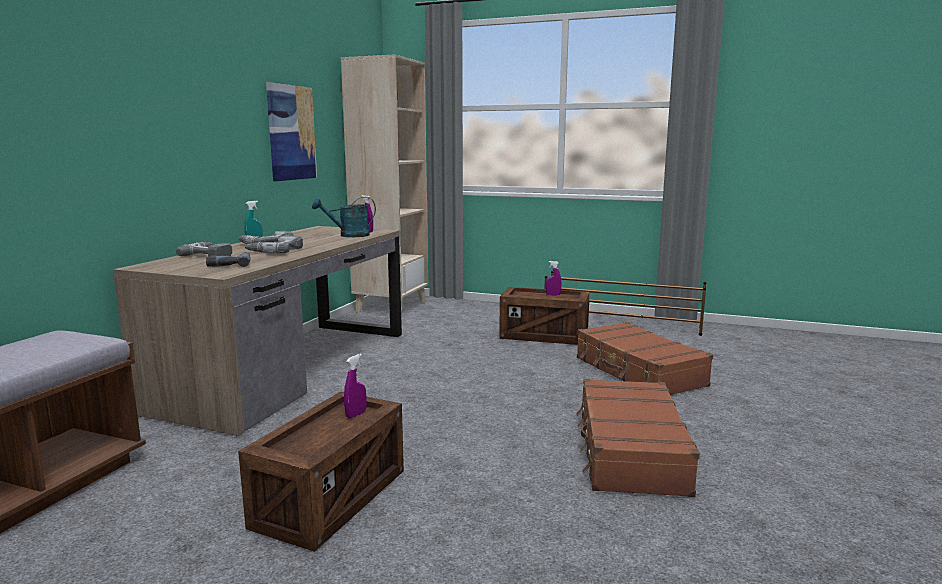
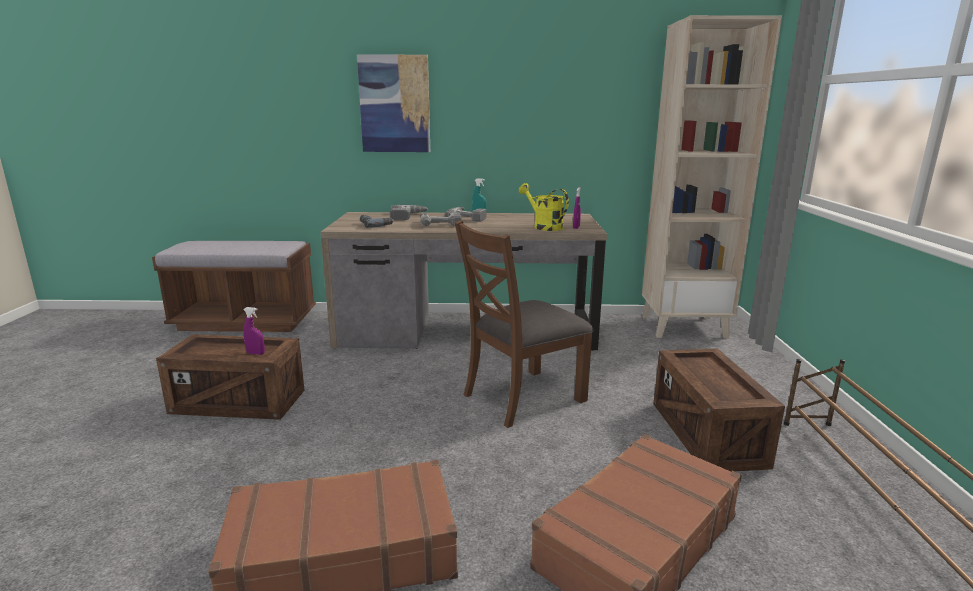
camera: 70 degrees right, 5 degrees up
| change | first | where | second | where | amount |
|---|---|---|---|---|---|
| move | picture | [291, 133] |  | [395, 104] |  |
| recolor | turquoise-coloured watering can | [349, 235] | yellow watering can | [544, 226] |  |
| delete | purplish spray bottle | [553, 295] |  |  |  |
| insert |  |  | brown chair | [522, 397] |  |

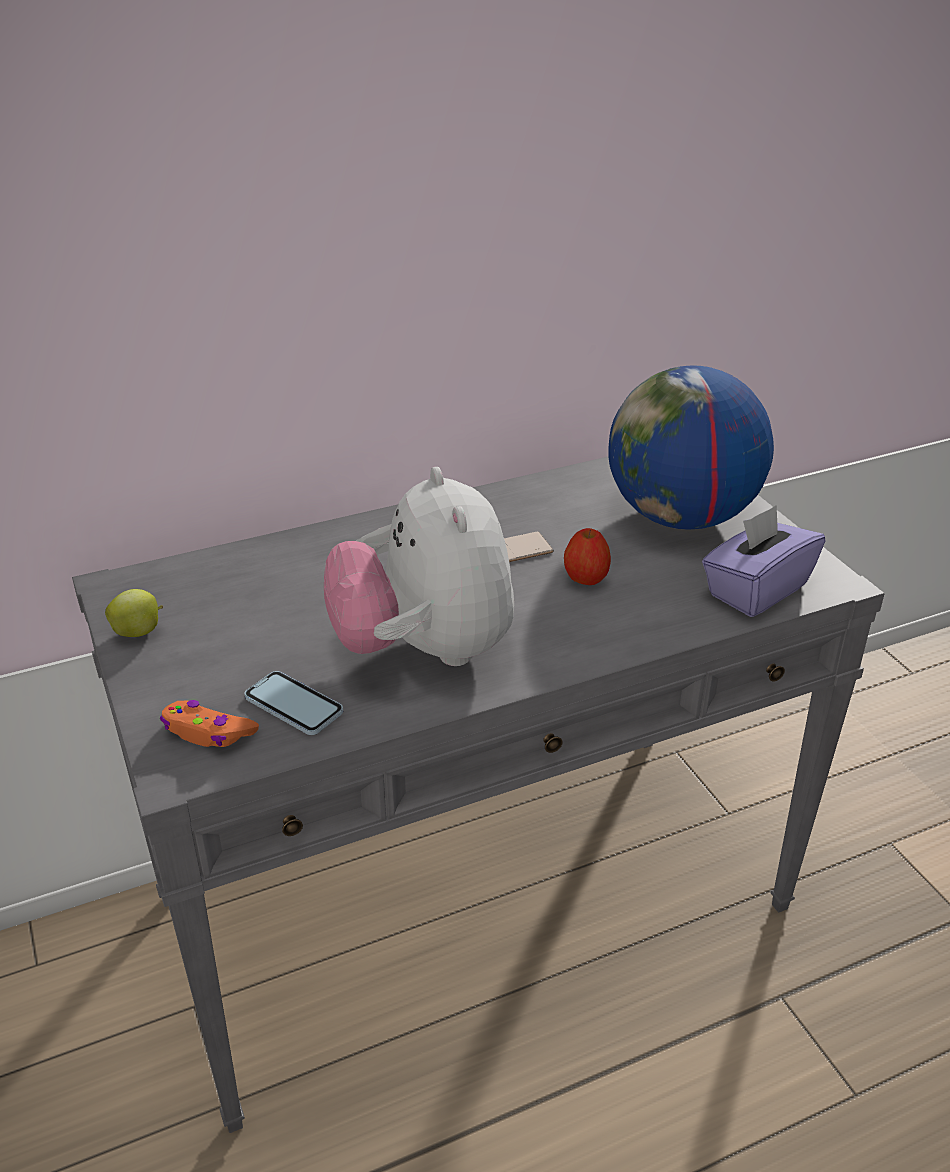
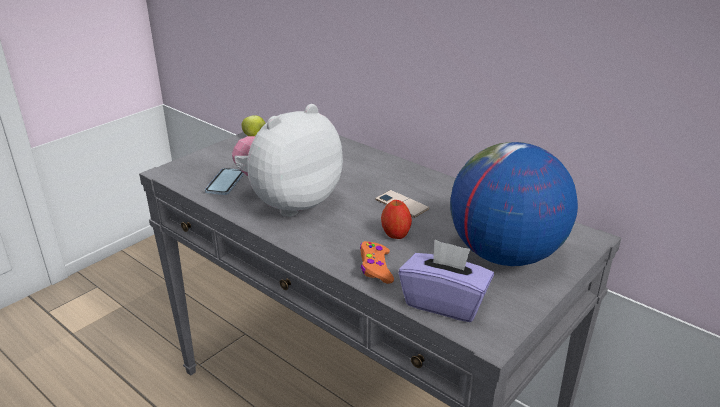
camera: 65 degrees right, 5 degrees down
| change | first | where | second | where | amount |
|---|---|---|---|---|---|
| move | orangey game controller | [208, 732] |  | [376, 267] |  |

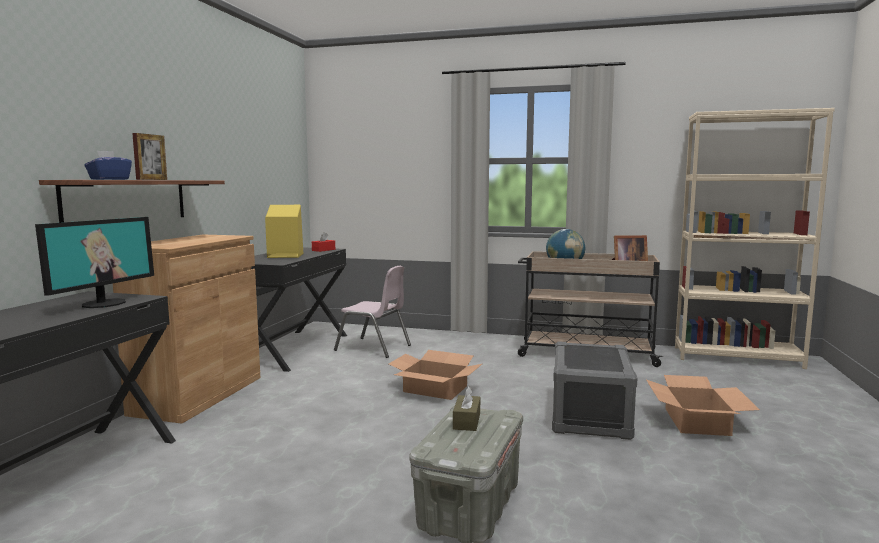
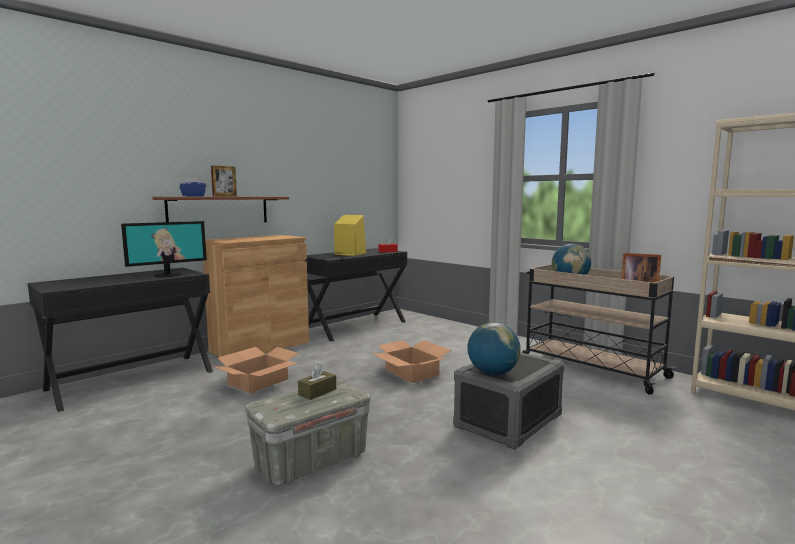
camera: 30 degrees right, 0 degrees up
| change | first | where | second | where | amount |
|---|---|---|---|---|---|
| delete | pink chair | [373, 348] |  |  |  |
| move | cardboard box | [697, 421] |  | [258, 382] |  |
| insert |  |  | globe | [492, 373] |  |

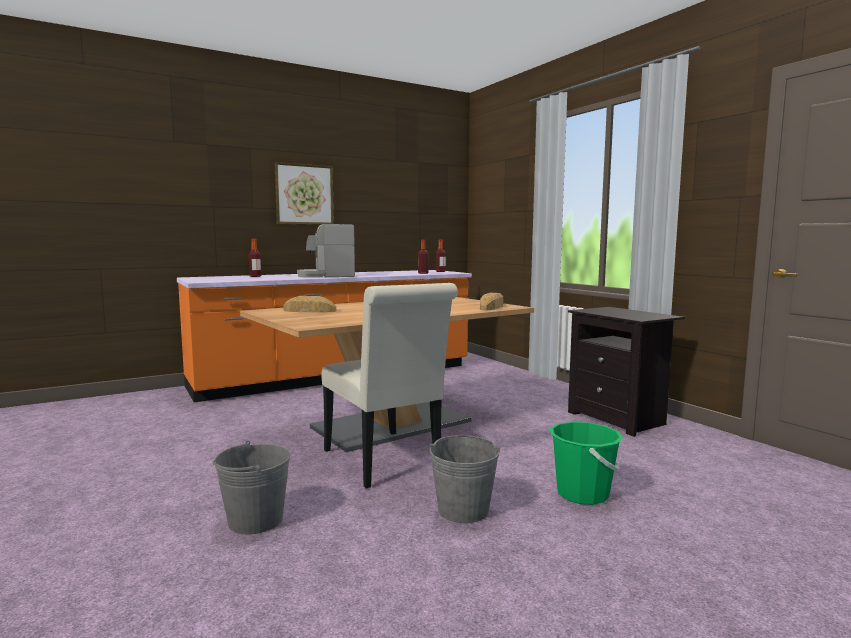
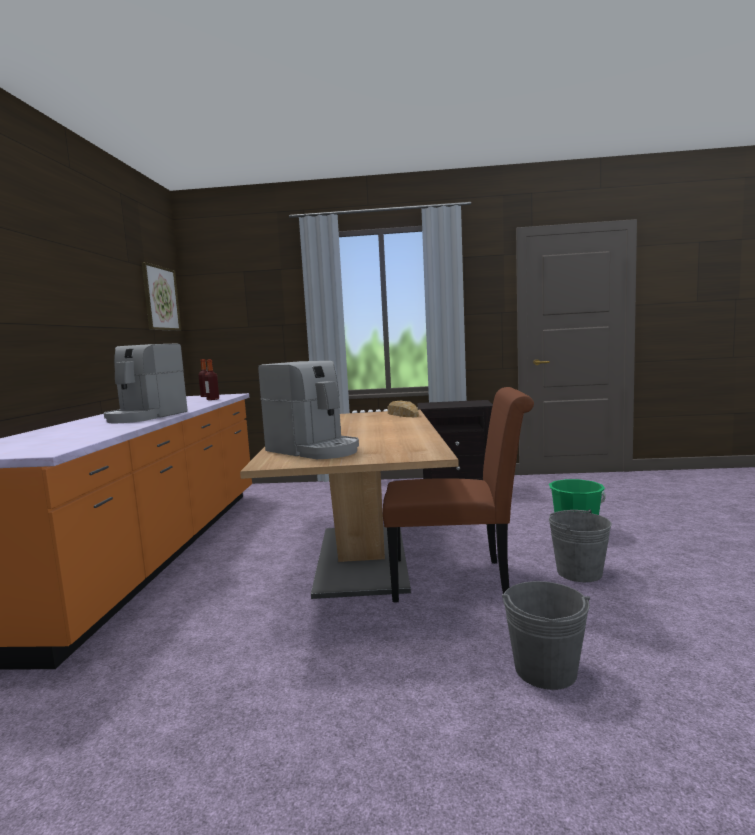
camera: 55 degrees left, 0 degrees up
| change | first | where | second | where | amount |
|---|---|---|---|---|---|
| delete | bottle | [255, 276] |  |  |  |
| move | picture | [304, 194] |  | [160, 298] |  |
| replace | baked bread | [309, 311] | coffee maker | [314, 450] |  |
| recolor | white chair | [385, 463] | brown chair | [458, 581] |  |

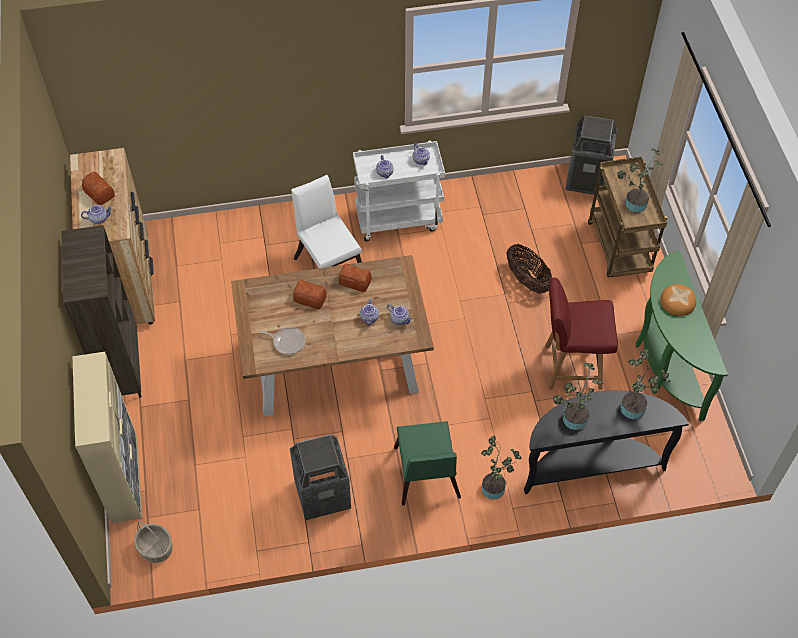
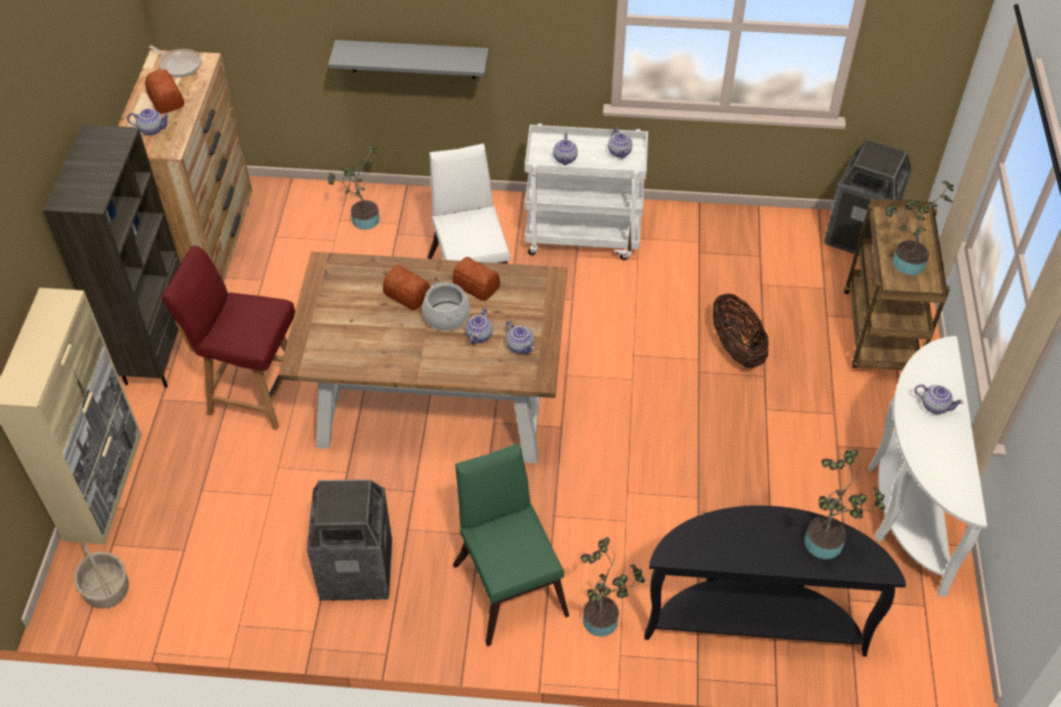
camera: 15 degrees right, 5 degrees down
| change | first | where | second | where | amount |
|---|---|---|---|---|---|
| move | skillet | [287, 342] |  | [179, 65] |  |
| rotate | greenish chair | [426, 478] |  | [509, 582] | 150 degrees clockwise |
| move | red-coloured chair | [571, 367] |  | [253, 393] |  |
| move | plant in a pot | [572, 420] |  | [362, 220] |  |
| recolor | greenish hall table | [664, 364] | white hall table | [905, 504] |  |
| replace | baked bread | [677, 301] | tea pot | [935, 405] |  |
| insert |  |  | greyish shelf | [412, 59] |  |
| insert |  |  | saucepot | [447, 316] |  |

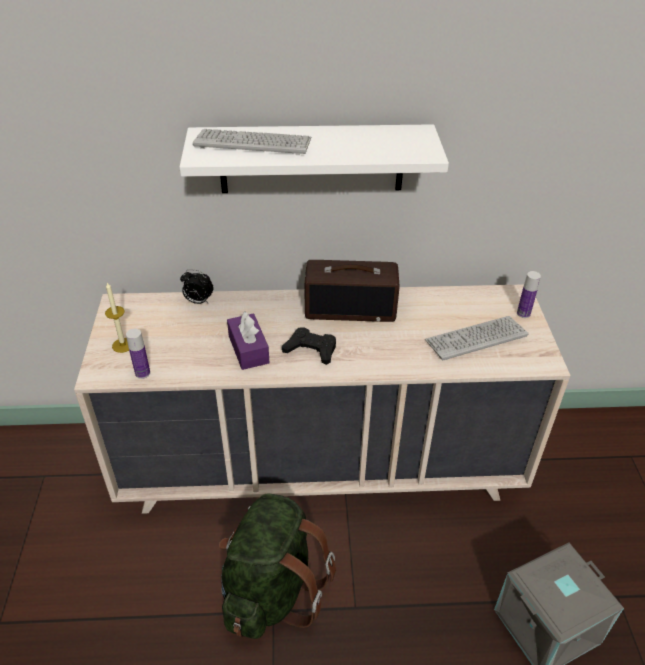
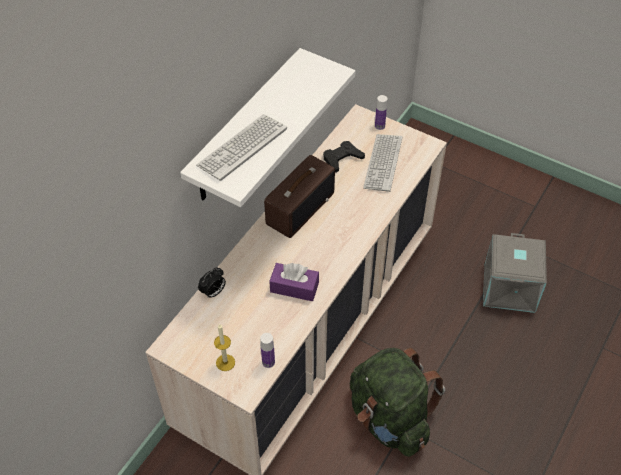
camera: 55 degrees left, 10 degrees up
| change | first | where | second | where | amount |
|---|---|---|---|---|---|
| move | black game controller | [311, 349] |  | [342, 159] |  |

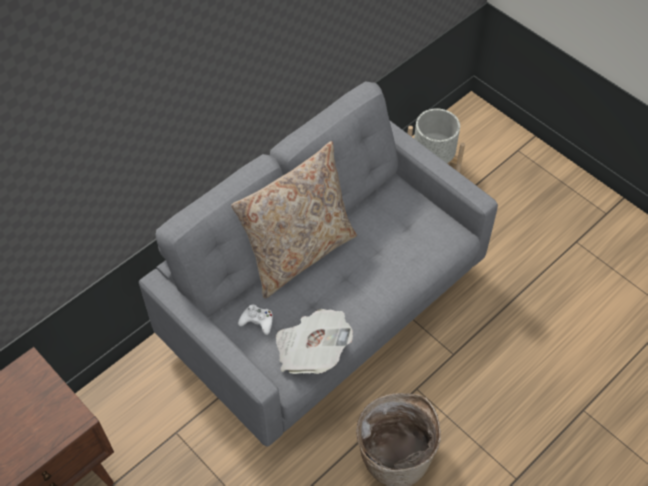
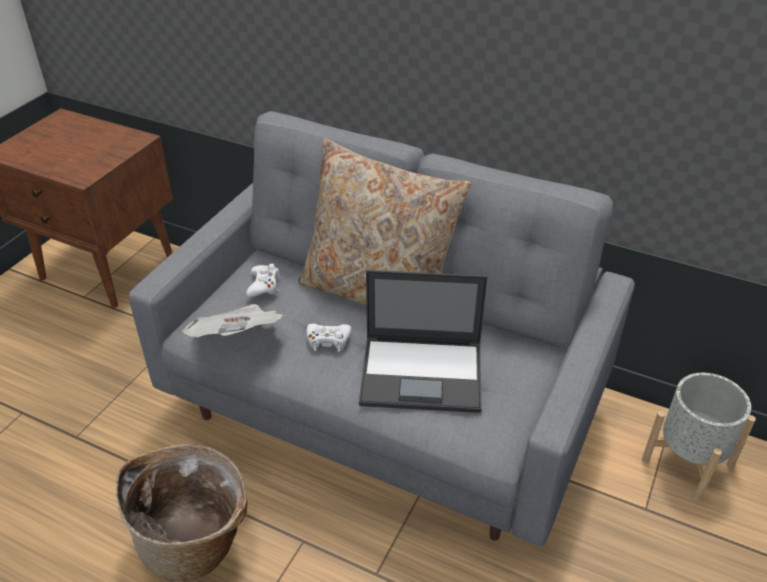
camera: 70 degrees right, 15 degrees down
| change | first | where | second | where | amount |
|---|---|---|---|---|---|
| insert |  |  | white game controller | [328, 340] |  |
| insert |  |  | notebook computer | [423, 373] |  |

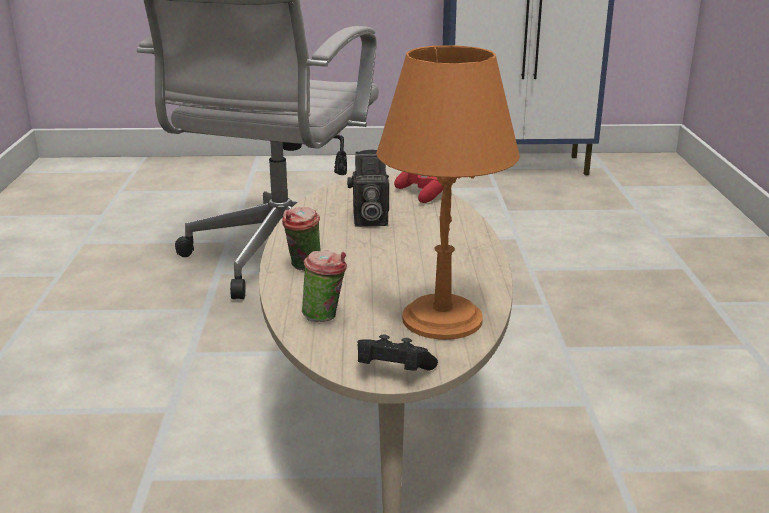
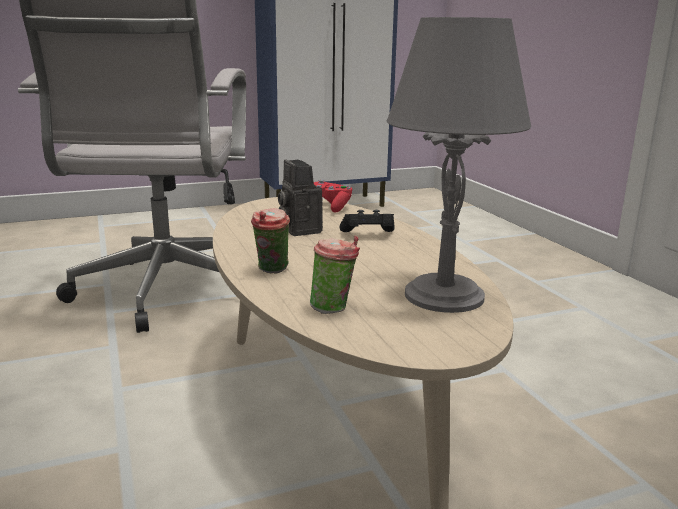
camera: 20 degrees left, 5 degrees down
| change | first | where | second | where | amount |
|---|---|---|---|---|---|
| rotate | still camera | [368, 221] |  | [298, 229] | 90 degrees clockwise |
| move | black game controller | [392, 372] |  | [368, 235] |  |
| recolor | orangey lamp for a table | [443, 319] | greyish lamp for a table | [445, 296] |  |

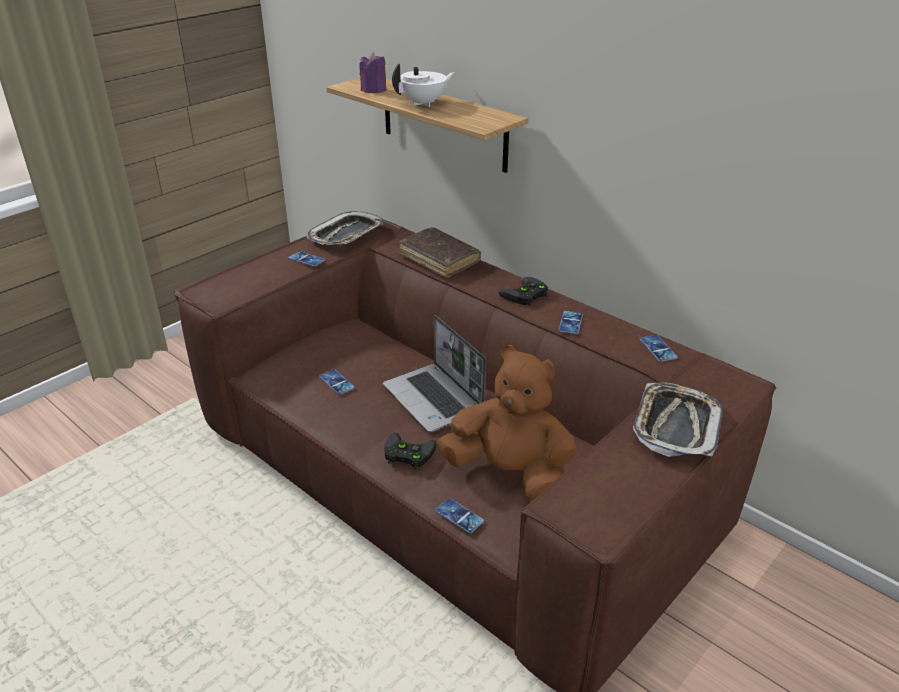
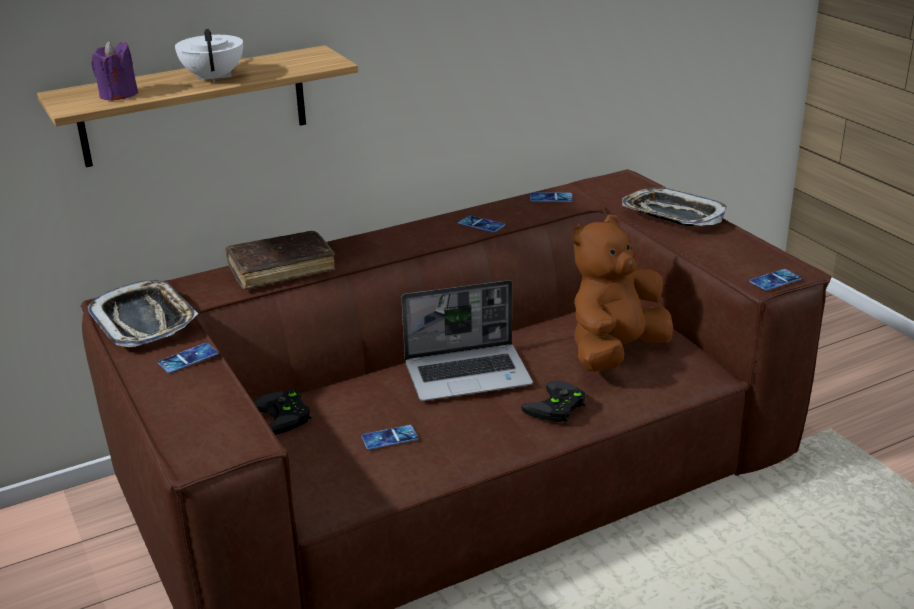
camera: 70 degrees left, 5 degrees down
| change | first | where | second | where | amount |
|---|---|---|---|---|---|
| move | phone | [459, 516] |  | [775, 280] |  |
| move | black game controller | [525, 295] |  | [285, 416] |  |

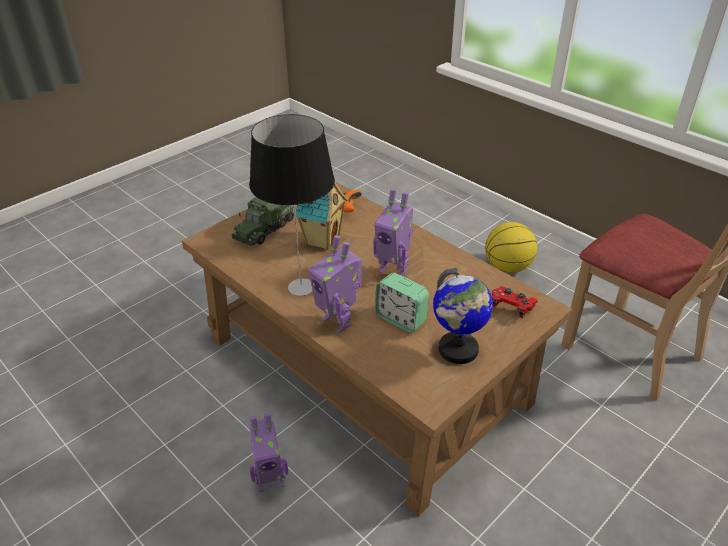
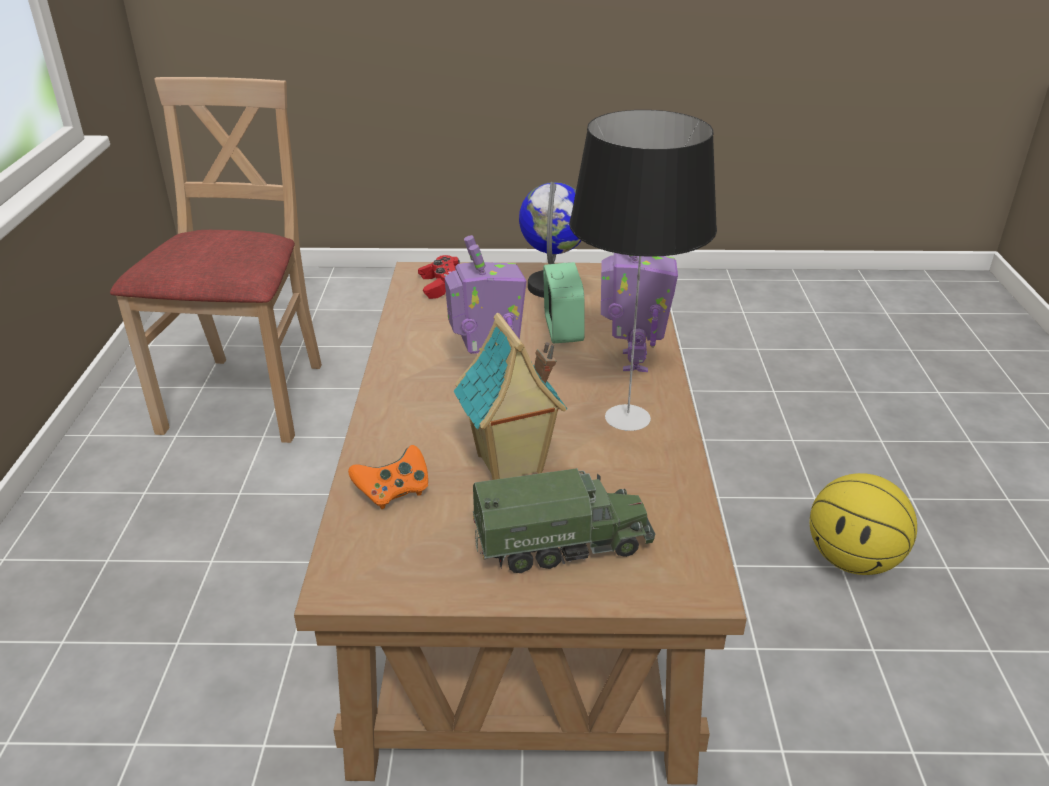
camera: 135 degrees left, 5 degrees down
| change | first | where | second | where | amount |
|---|---|---|---|---|---|
| delete | model robot | [270, 481] |  |  |  |
| move | basketball | [507, 267] |  | [853, 560] |  |

